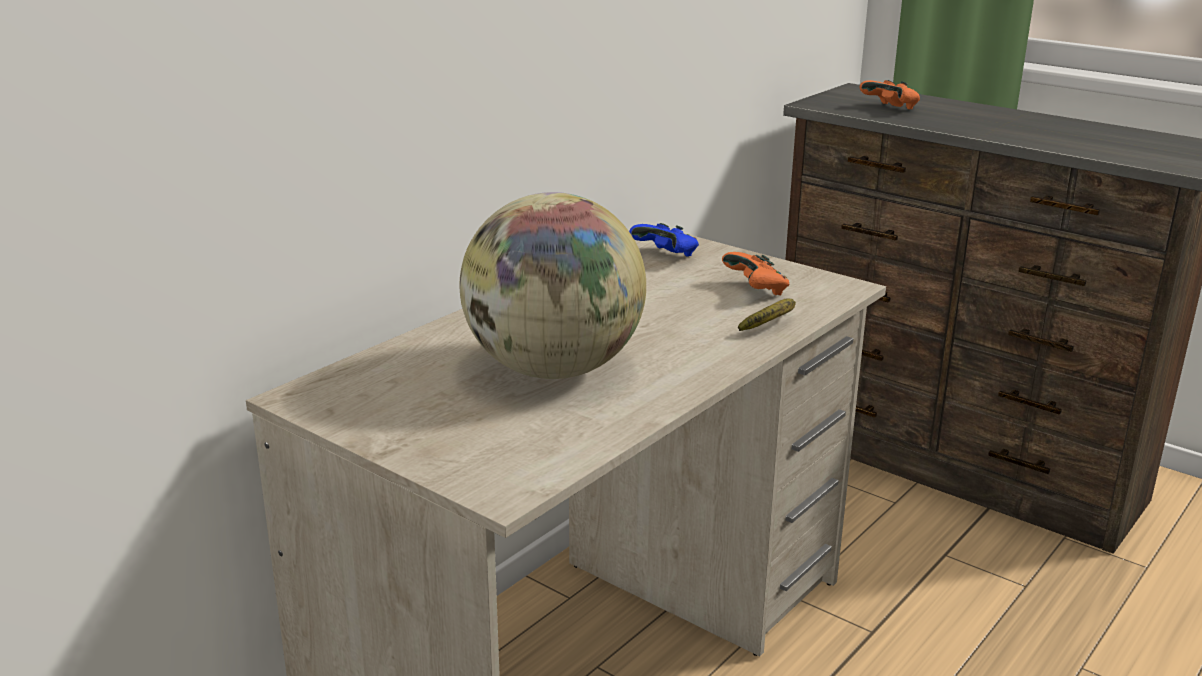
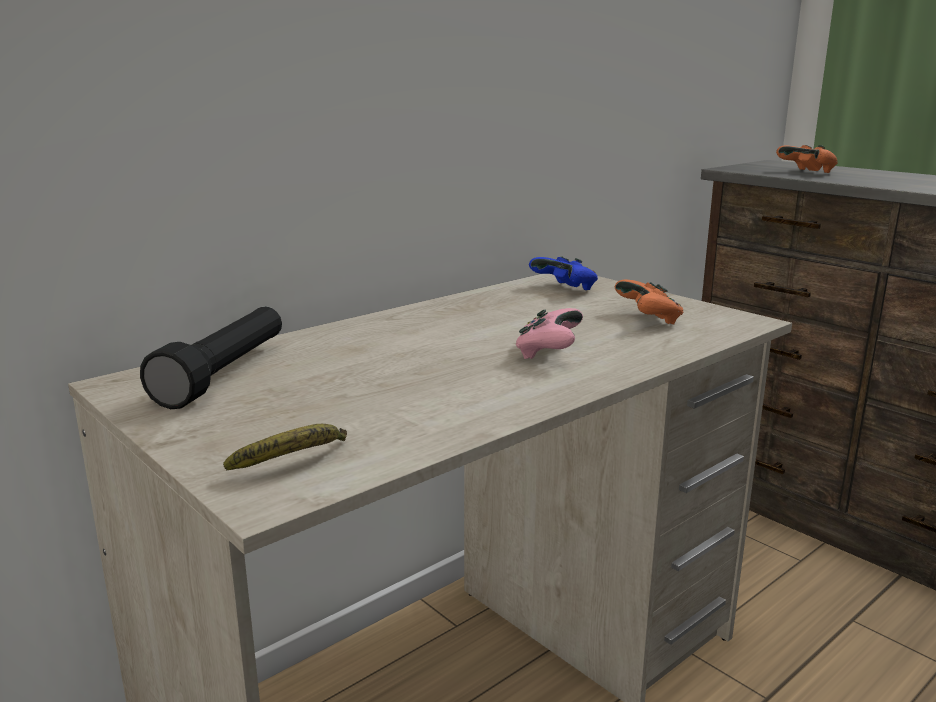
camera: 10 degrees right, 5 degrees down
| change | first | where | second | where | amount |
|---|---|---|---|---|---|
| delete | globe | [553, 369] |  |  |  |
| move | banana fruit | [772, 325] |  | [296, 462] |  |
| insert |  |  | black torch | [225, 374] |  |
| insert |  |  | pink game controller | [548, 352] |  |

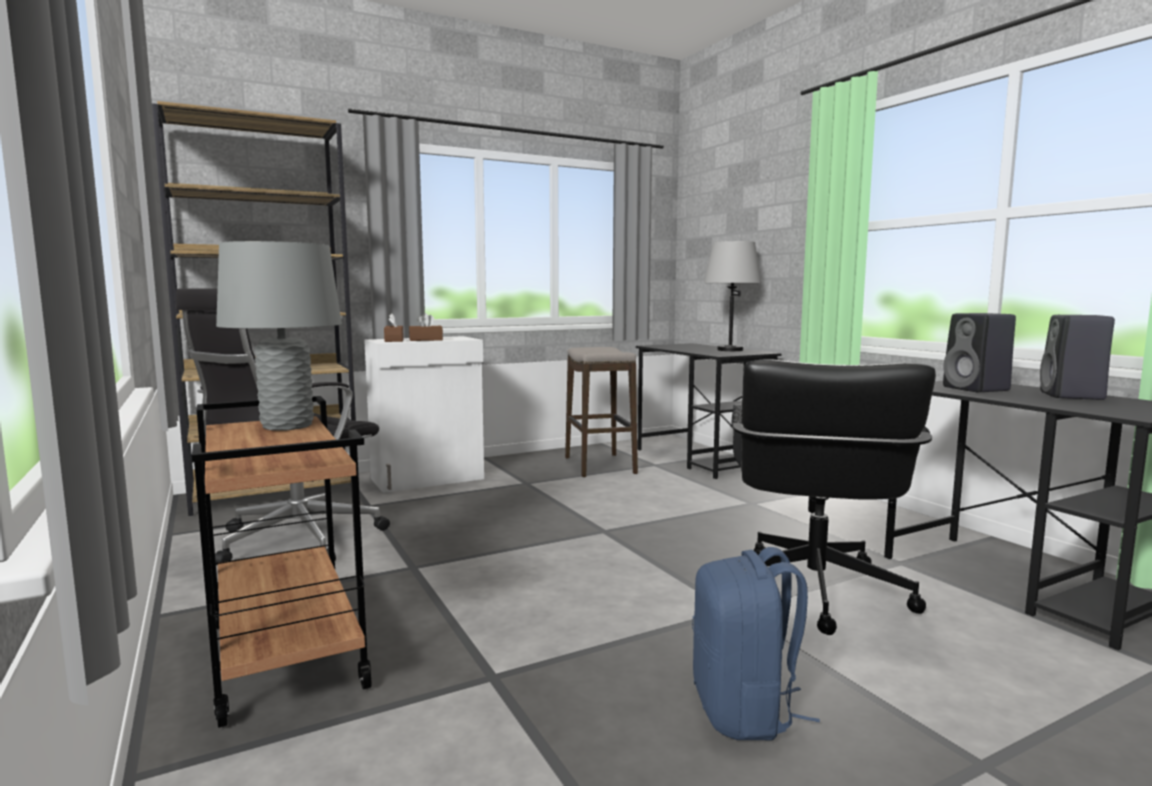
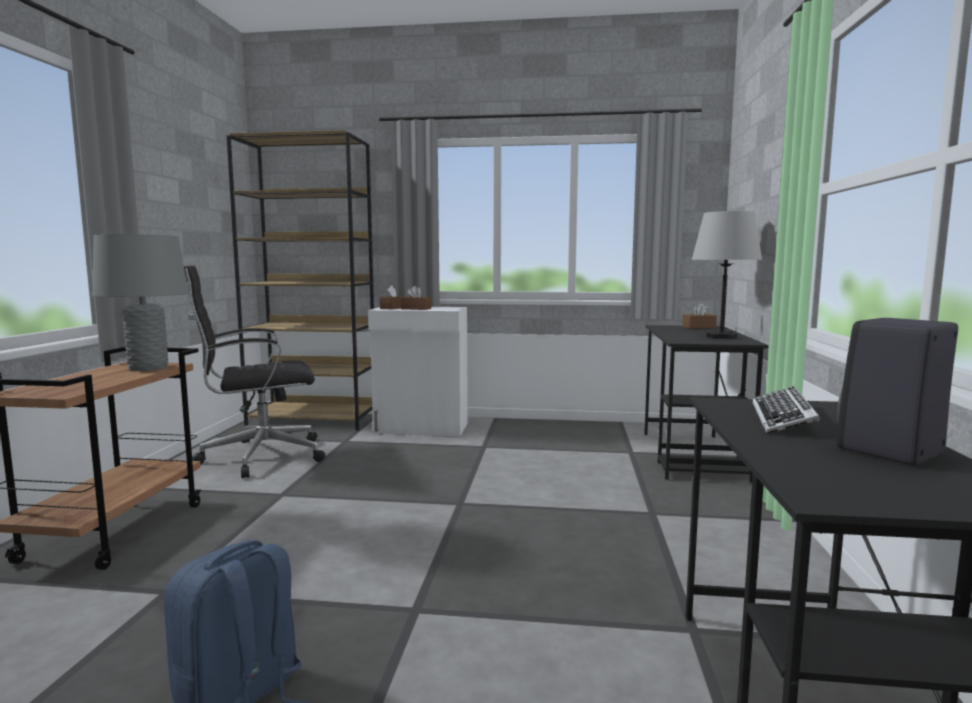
camera: 35 degrees right, 0 degrees up
| change | first | where | second | where | amount |
|---|---|---|---|---|---|
| delete | sitting stool | [599, 466] |  |  |  |
| delete | black desk chair | [813, 592] |  |  |  |
| replace | black loudspeaker | [977, 389] | keyboard | [783, 418] |  |
| insert |  |  | brown box of tissues | [699, 327] |  |

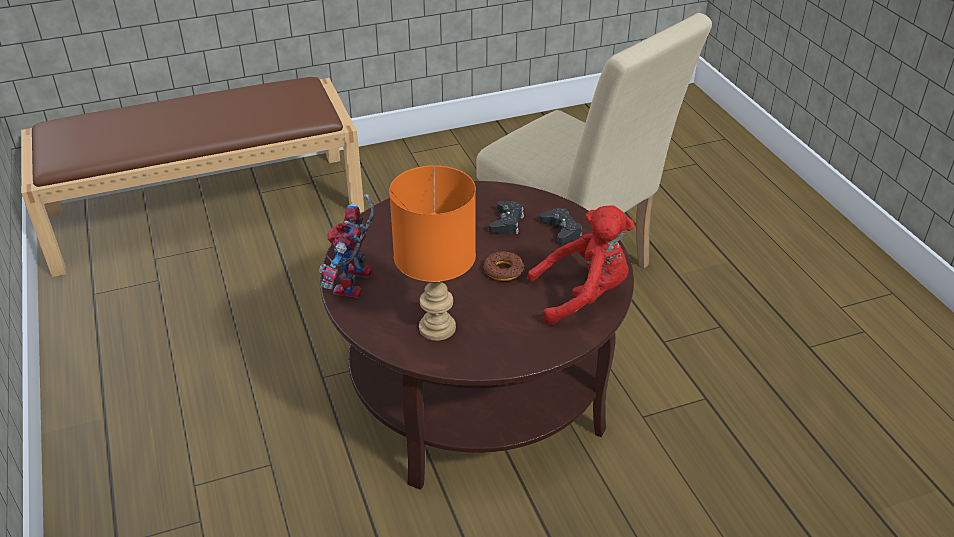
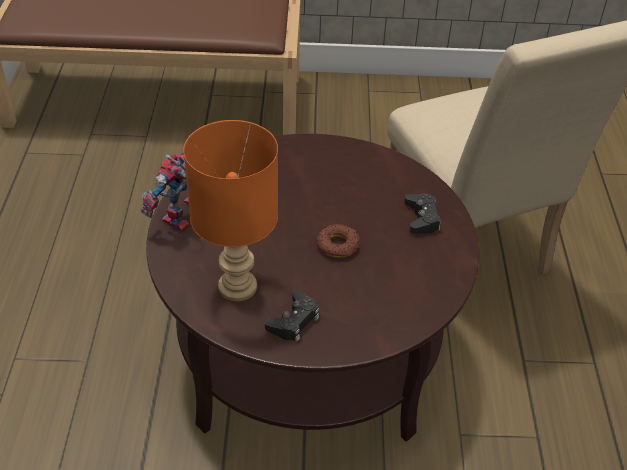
camera: 20 degrees right, 5 degrees up
| change | first | where | second | where | amount |
|---|---|---|---|---|---|
| move | black game controller | [506, 222] |  | [293, 321] |  |
| delete | red-coloured plush toy | [583, 295] |  |  |  |

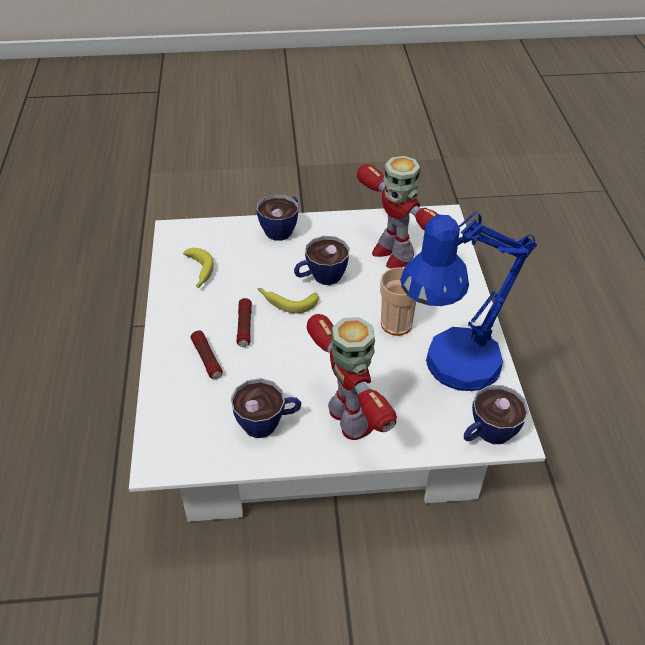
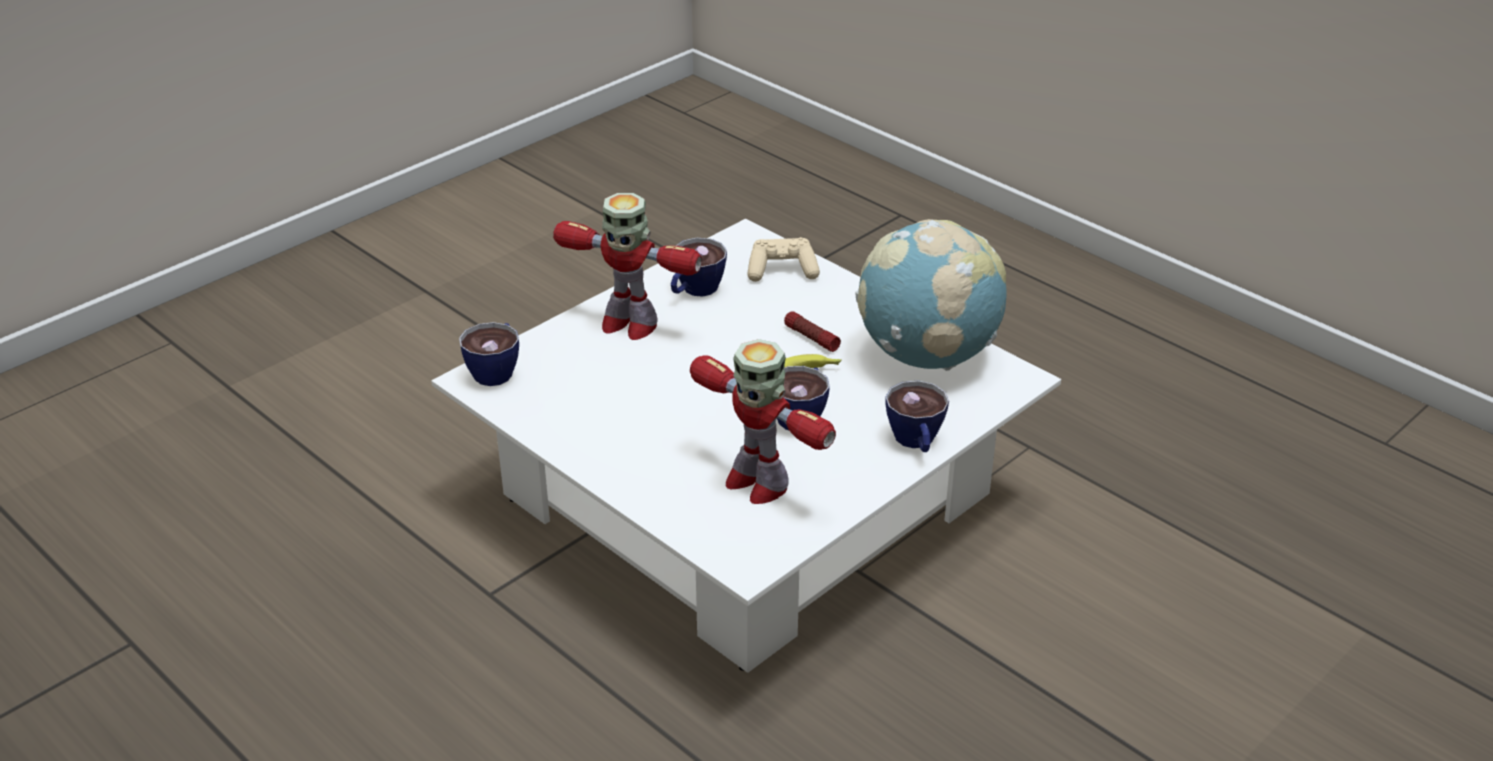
camera: 140 degrees right, 10 degrees down
| change | first | where | second | where | amount |
|---|---|---|---|---|---|
| replace | banana fruit | [198, 273] | globe | [927, 356] |  |
| delete | torch | [207, 359] |  |  |  |
| rotate | model robot | [392, 253] |  | [756, 482] | 150 degrees counterclockwise |
| delete | small cup | [396, 324] |  |  |  |
| delete | blue-coloured lamp for a table | [450, 369] |  |  |  |
| insert |  |  | sand-coloured game controller | [782, 271] |  |

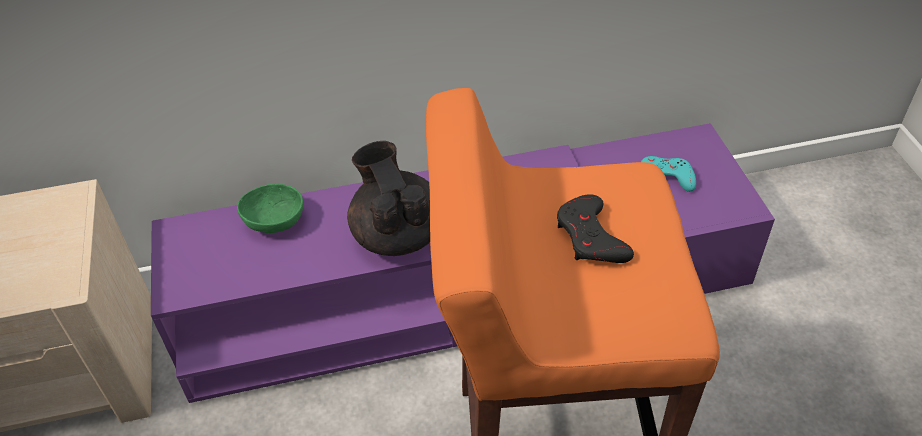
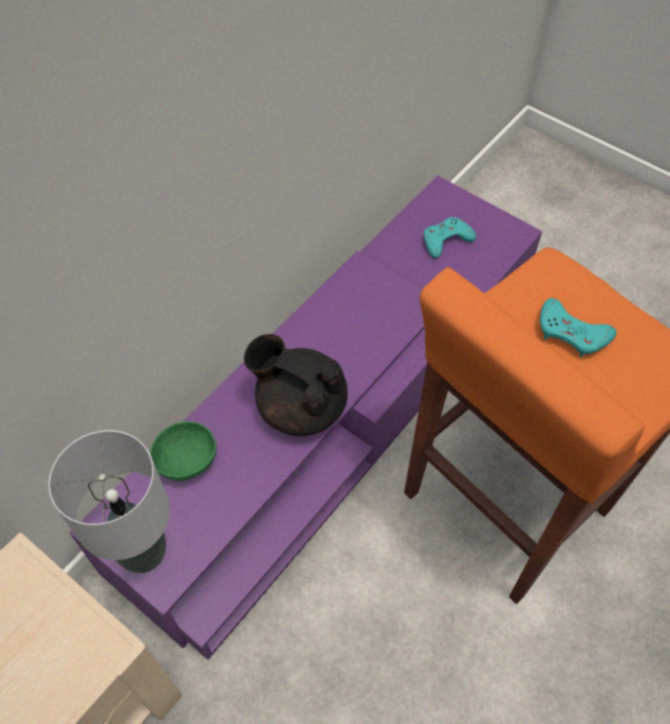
camera: 40 degrees left, 10 degrees up
| change | first | where | second | where | amount |
|---|---|---|---|---|---|
| recolor | black game controller | [591, 237] | turquoise-coloured game controller | [572, 333] |  |
| insert |  |  | greyish lamp for a table | [144, 552] |  |

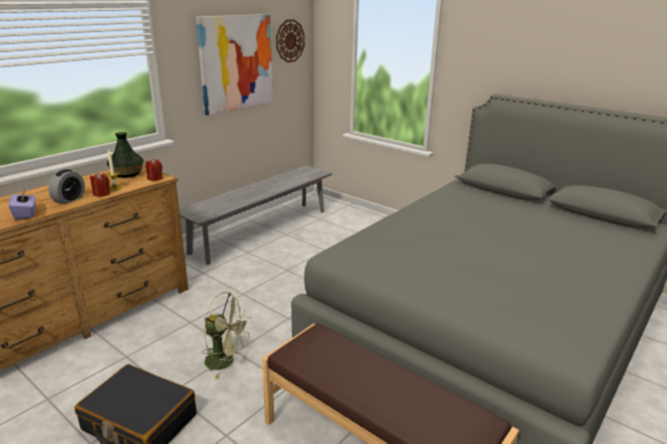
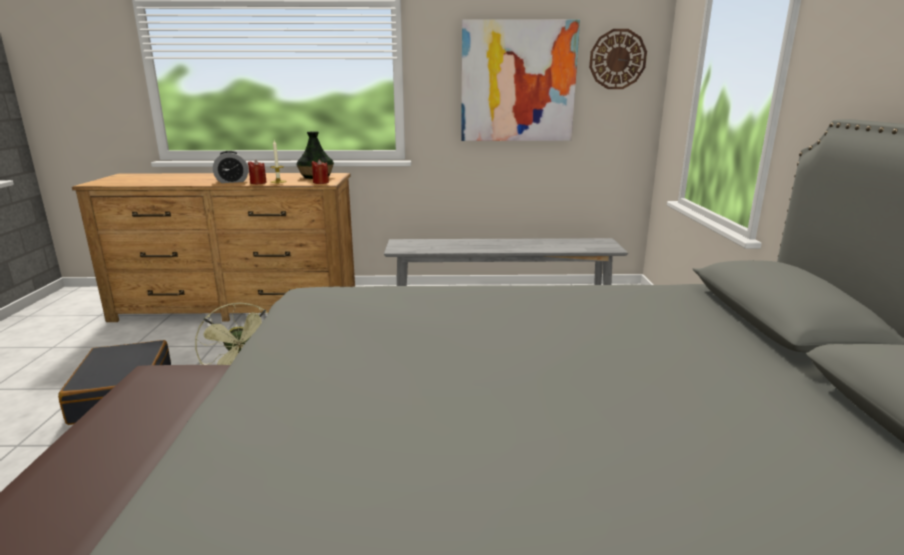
camera: 50 degrees right, 5 degrees down
| change | first | where | second | where | amount |
|---|---|---|---|---|---|
| delete | purplish box of tissues | [26, 214] |  |  |  |

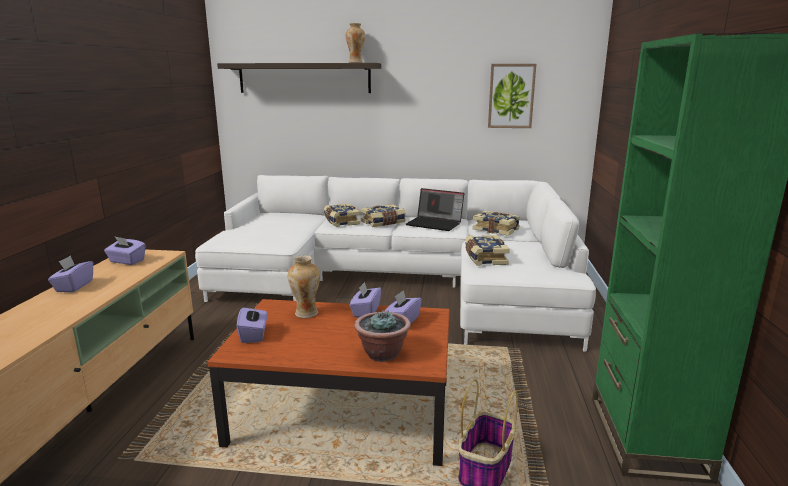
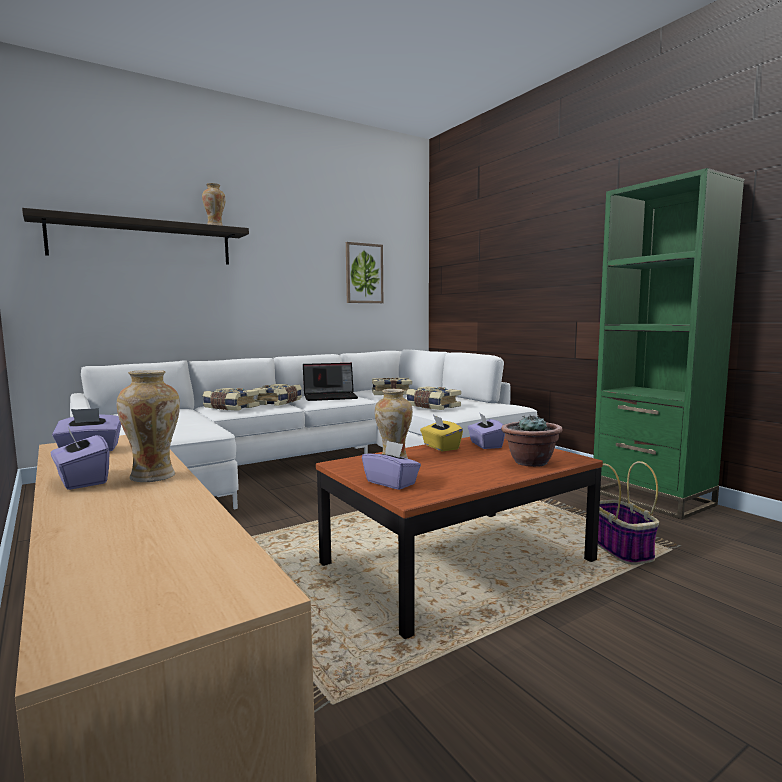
camera: 40 degrees left, 10 degrees down
| change | first | where | second | where | amount |
|---|---|---|---|---|---|
| recolor | purplish box of tissues | [365, 311] | yellow box of tissues | [440, 447] |  |
| insert |  |  | flower vase | [154, 476] |  |

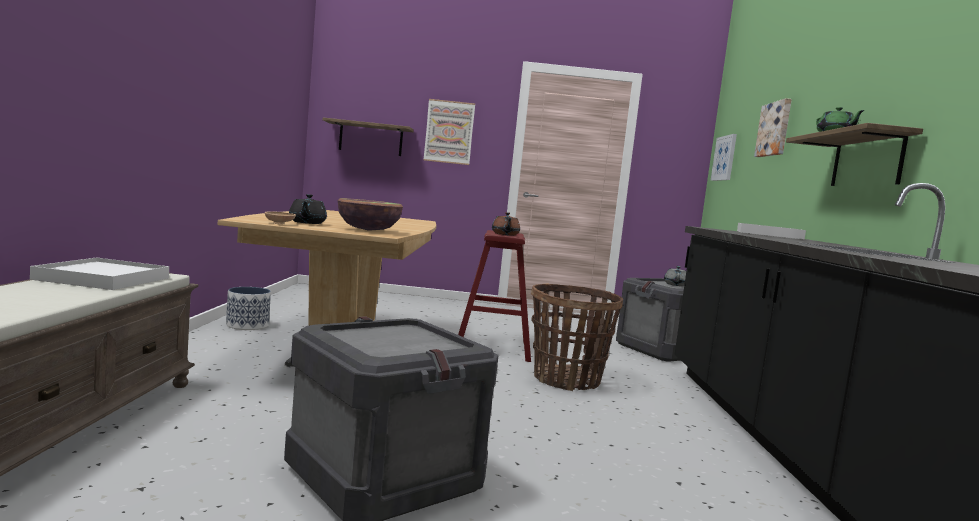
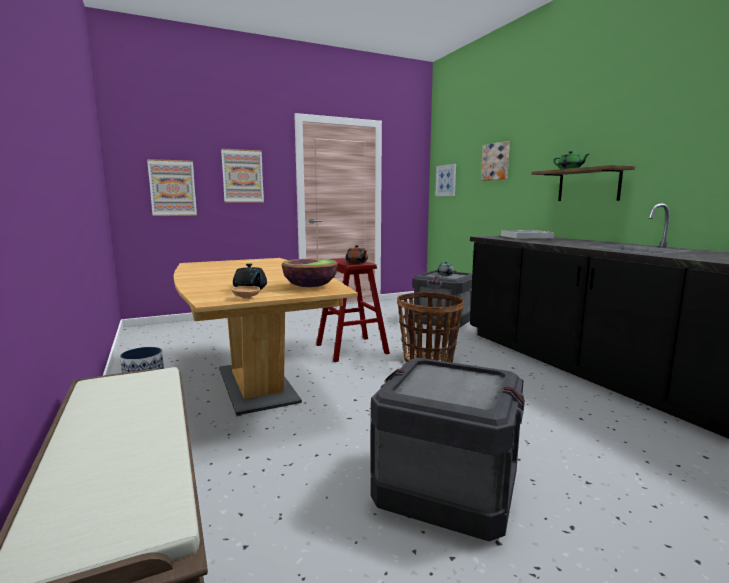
camera: 25 degrees left, 5 degrees up
| change | first | where | second | where | amount |
|---|---|---|---|---|---|
| delete | white tray | [103, 279] |  |  |  |
| replace | shelf | [371, 139] | picture | [172, 188] |  |

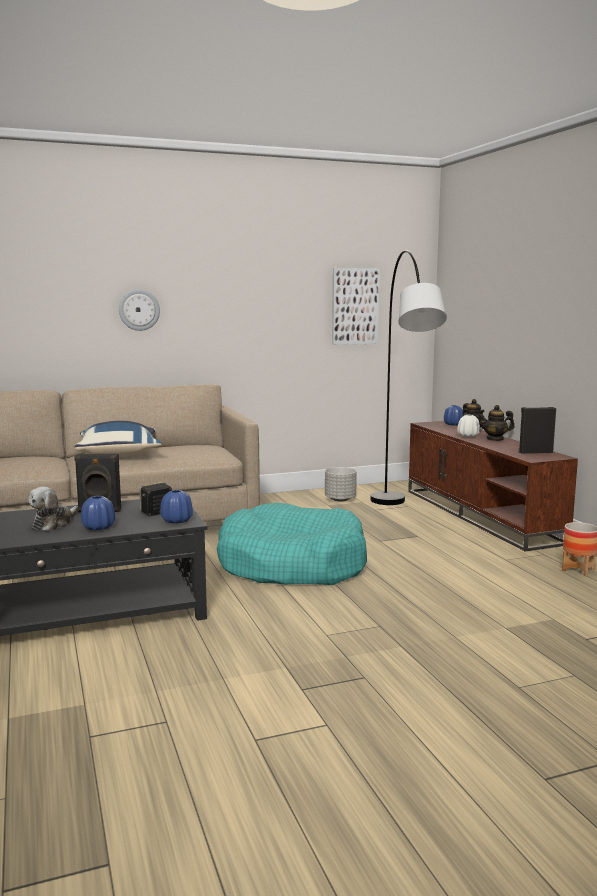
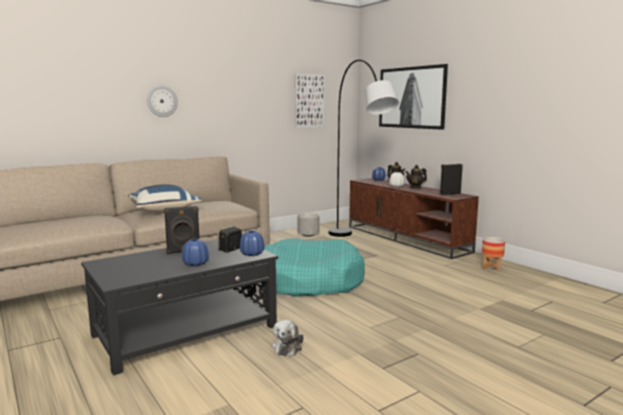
camera: 15 degrees left, 0 degrees up
| change | first | where | second | where | amount |
|---|---|---|---|---|---|
| move | plush toy | [54, 523] |  | [287, 347] |  |
| insert |  |  | picture | [411, 97] |  |

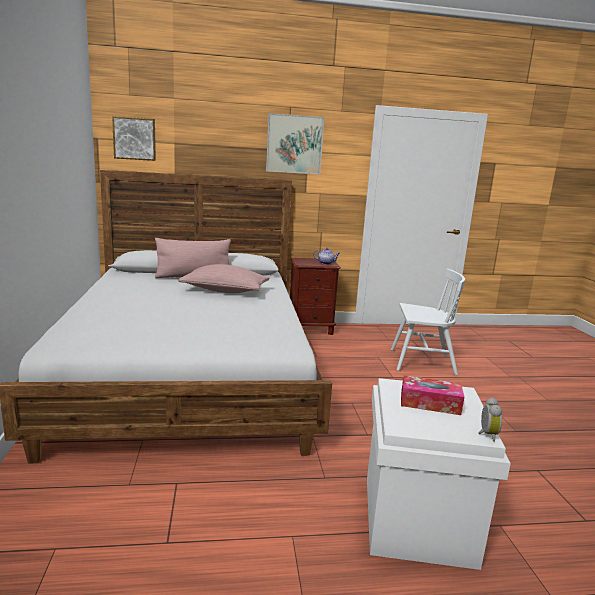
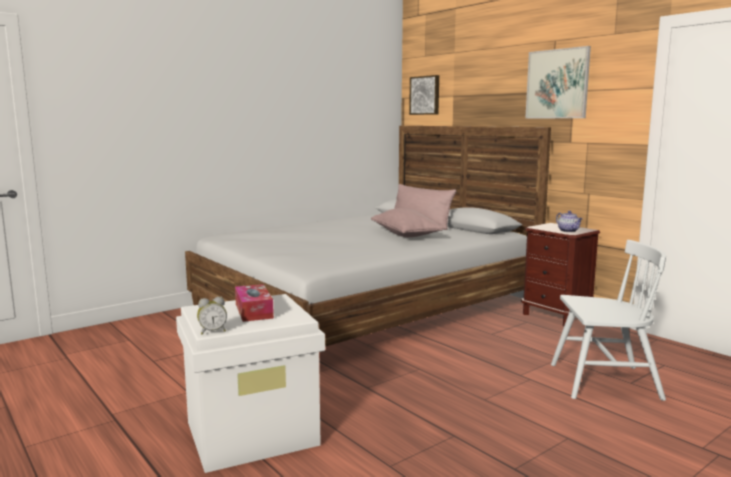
camera: 60 degrees right, 5 degrees down
| change | first | where | second | where | amount |
|---|---|---|---|---|---|
| rotate | white chair | [422, 362] |  | [603, 382] | 60 degrees counterclockwise |

